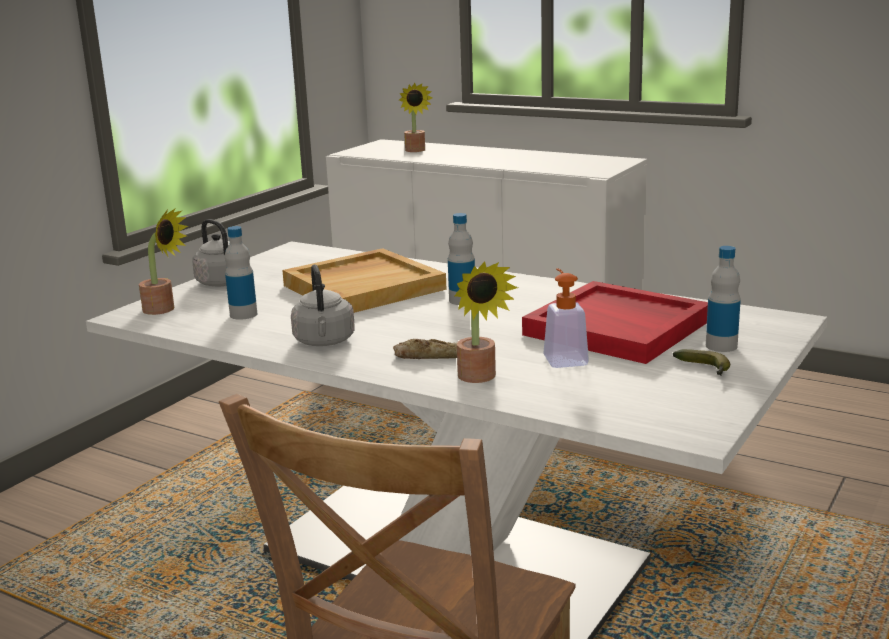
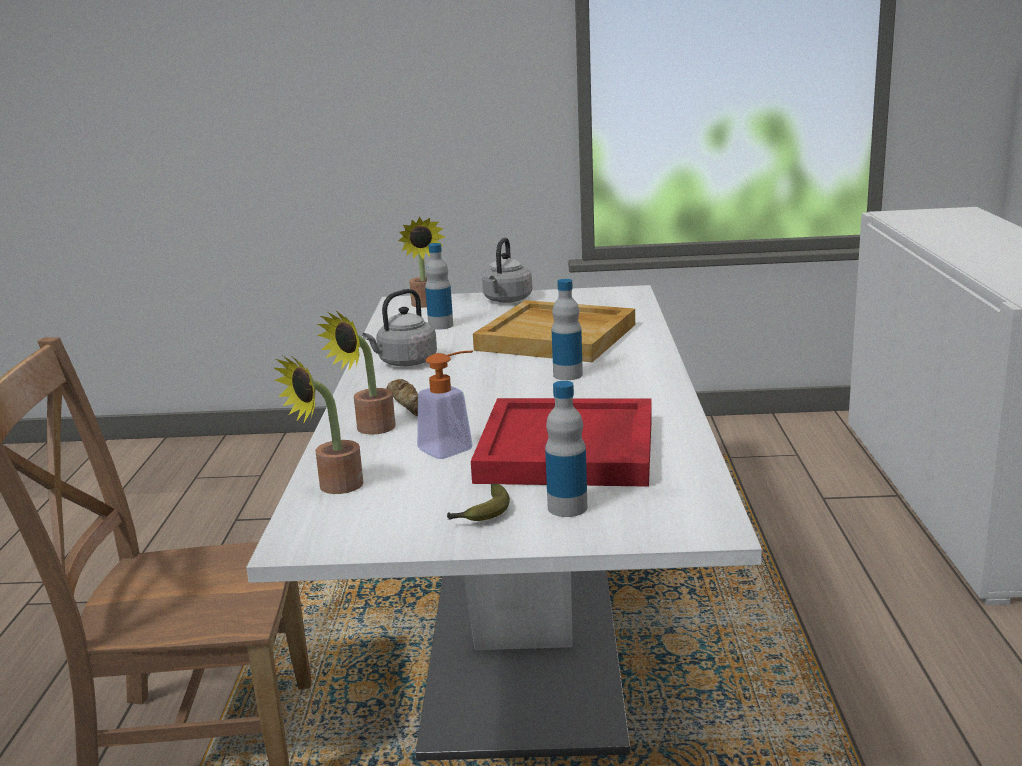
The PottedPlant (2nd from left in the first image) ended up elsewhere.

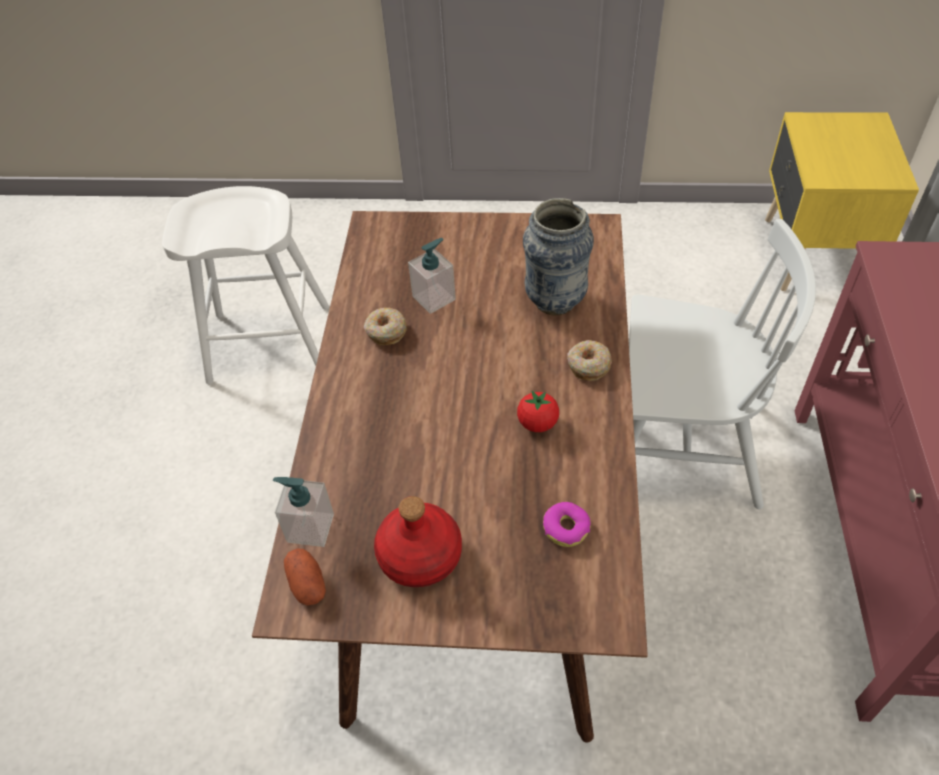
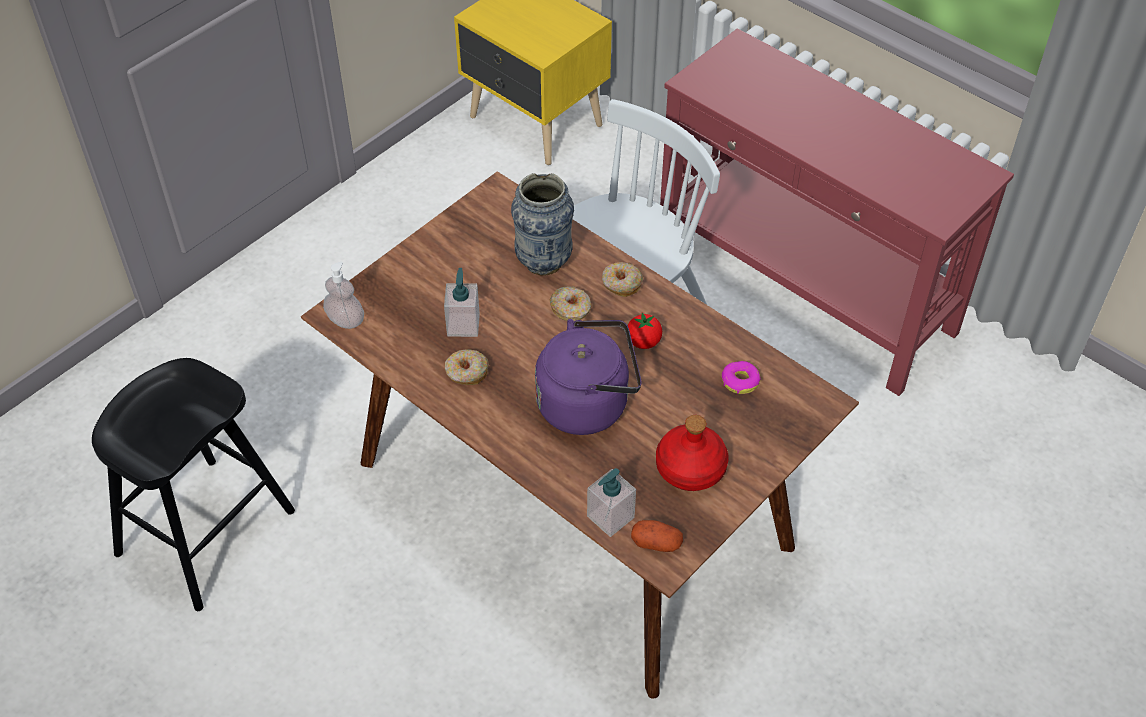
The second view gained the SoapDispenser (1st from left).
The second view gained the PurpleKettle.
The second view gained the Donut (2nd from left).
What was the WhiteStool turned into the BlackStool.

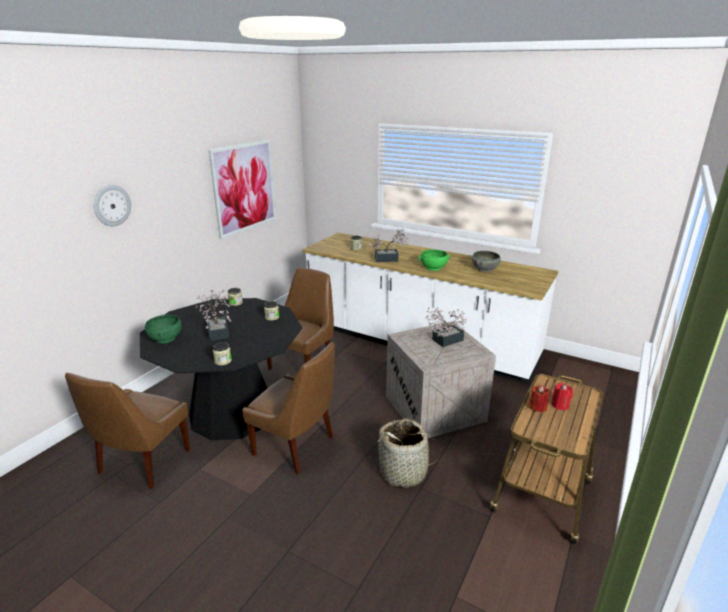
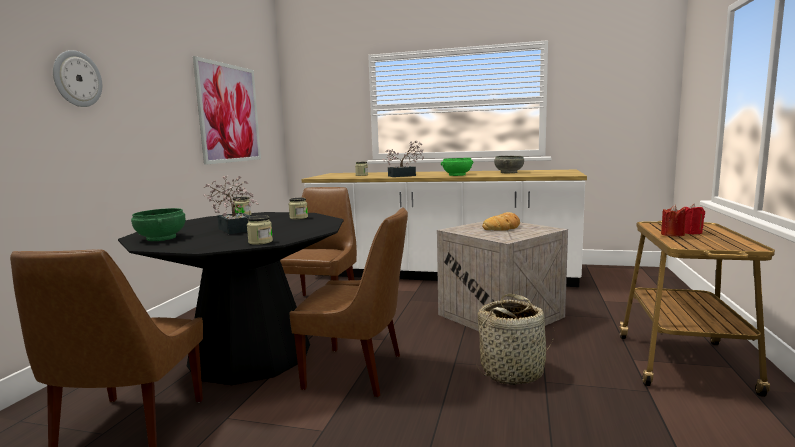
Where the PottedPlant (3rd from left) stood, the Bread came to stand.

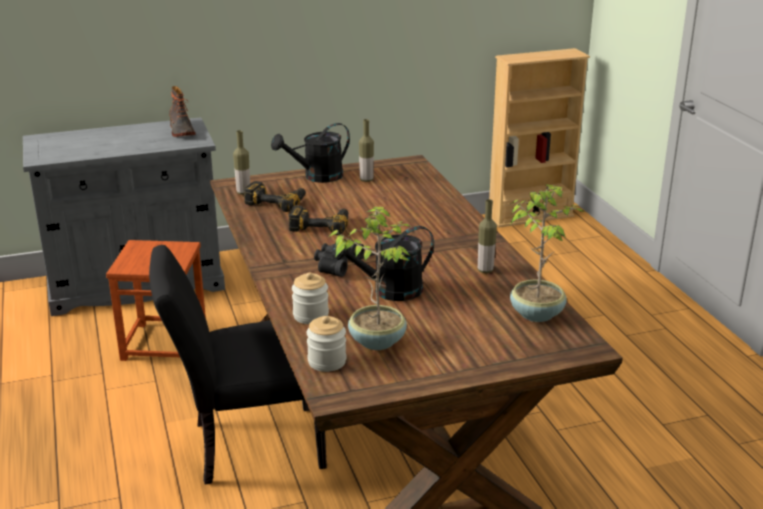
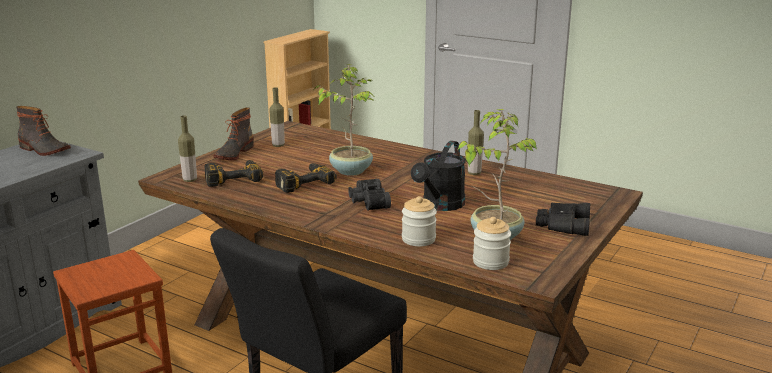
The second view gained the BlackBinoculars (2nd from left).
The PottedPlant (2nd from left in the first image) ended up elsewhere.
Where the BlackWateringCan (1st from left) stood, the Boot (2nd from left) came to stand.

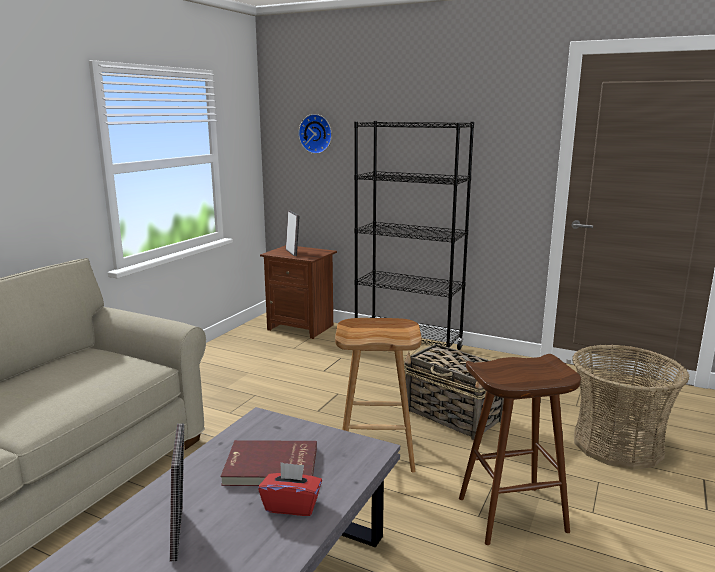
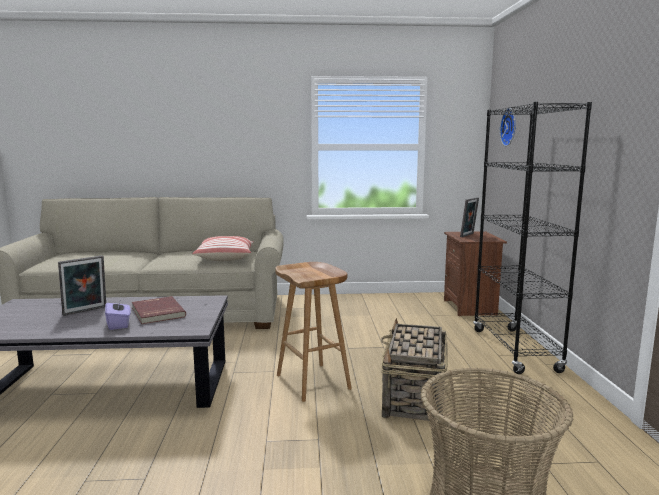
The second view lost the BrownStool (2nd from left).
The second view gained the Pillow.
What was the RedTissueBox turned into the PurpleTissueBox.

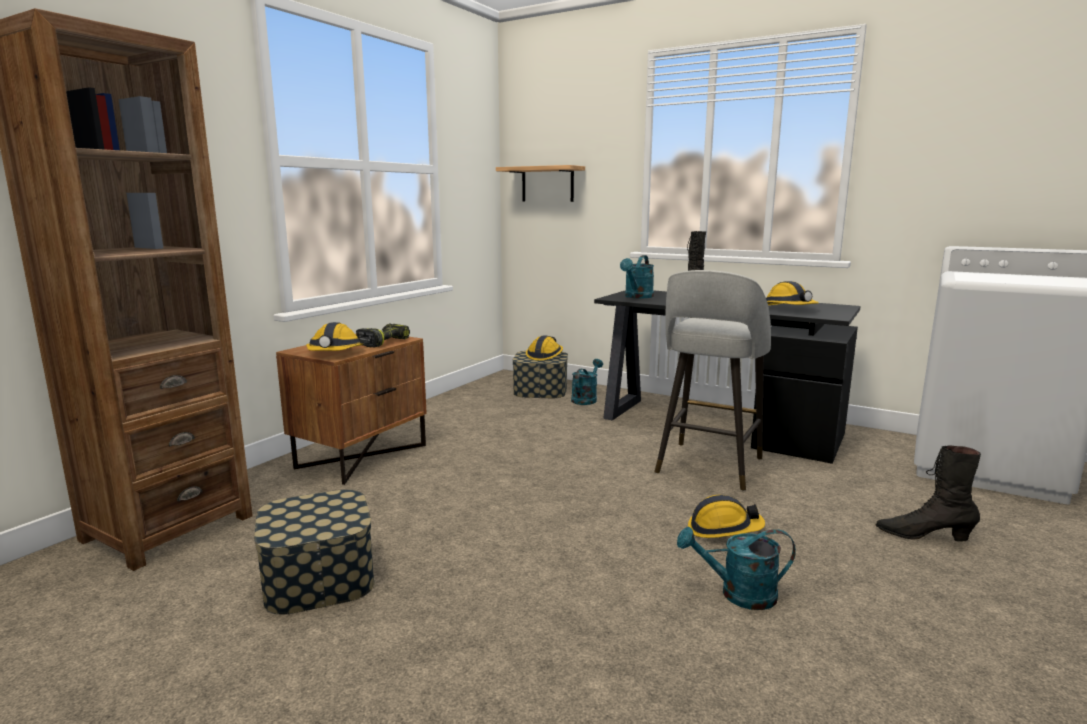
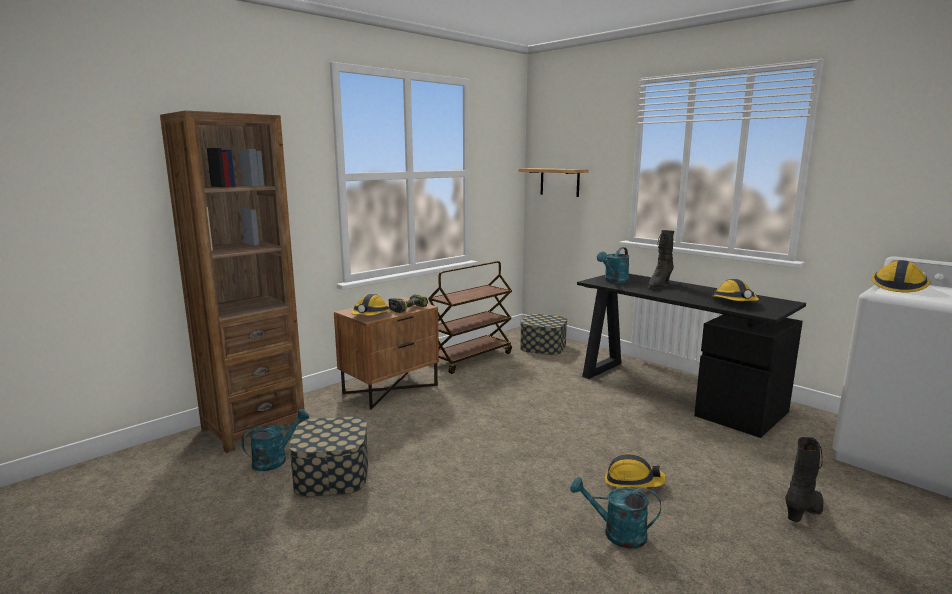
The second view lost the GreyStool.
The second view gained the BrownCart.
The HardHat (2nd from left in the first image) ended up elsewhere.
The TurquoiseWateringCan (1st from left) ended up elsewhere.
The BlackBoot (2nd from left) ended up facing another way, 105 degrees clockwise from before.

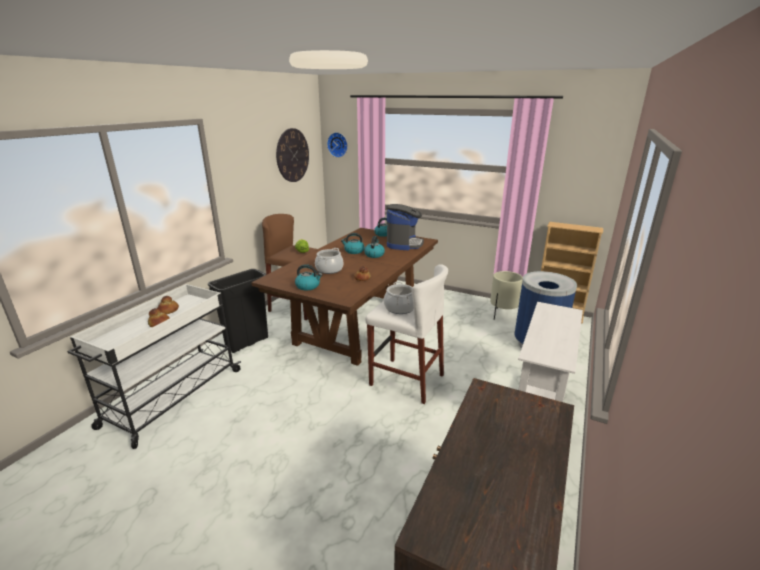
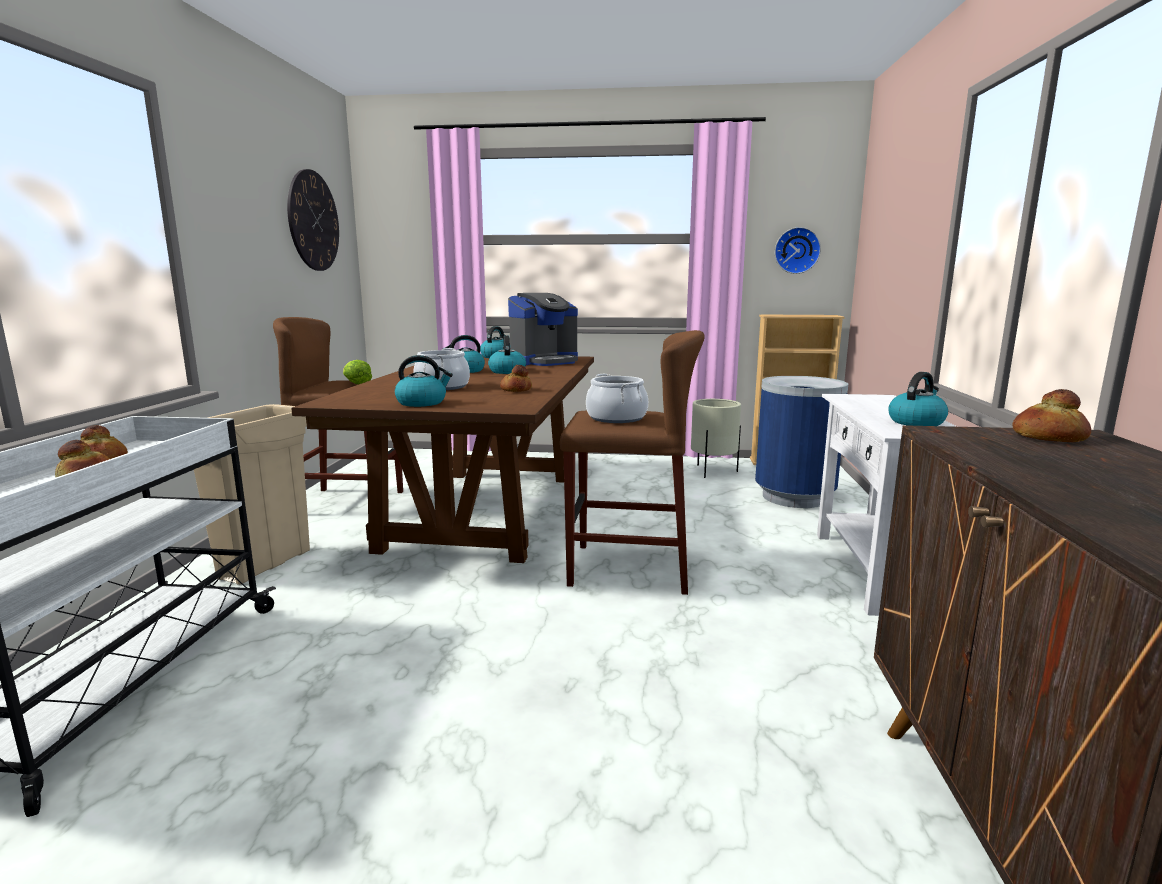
The second view gained the Kettle (5th from left).
The second view gained the Bread (4th from left).
The WallClock (2nd from left) ended up elsewhere.
What was the BlackTrashCan turned into the BeigeTrashCan.
What was the WhiteStool turned into the BrownStool (2nd from left).
The CoffeeMachine ended up facing another way, 60 degrees clockwise from before.

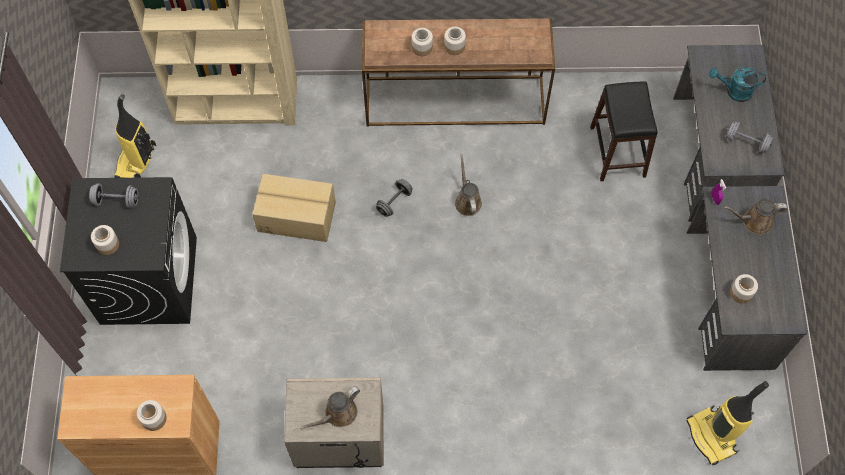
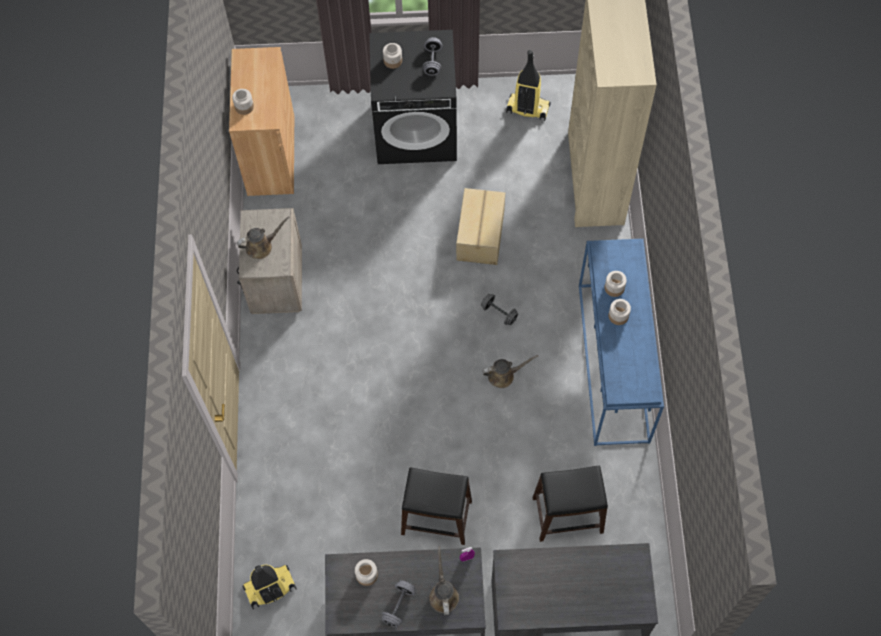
The second view lost the TurquoiseWateringCan.
The second view gained the BlackStool (1st from left).
The GreyDumbbell (3rd from left in the first image) ended up elsewhere.
What was the BrownConsoleTable turned into the BlueConsoleTable.
The BrownWateringCan (1st from left) ended up facing another way, 105 degrees clockwise from before.

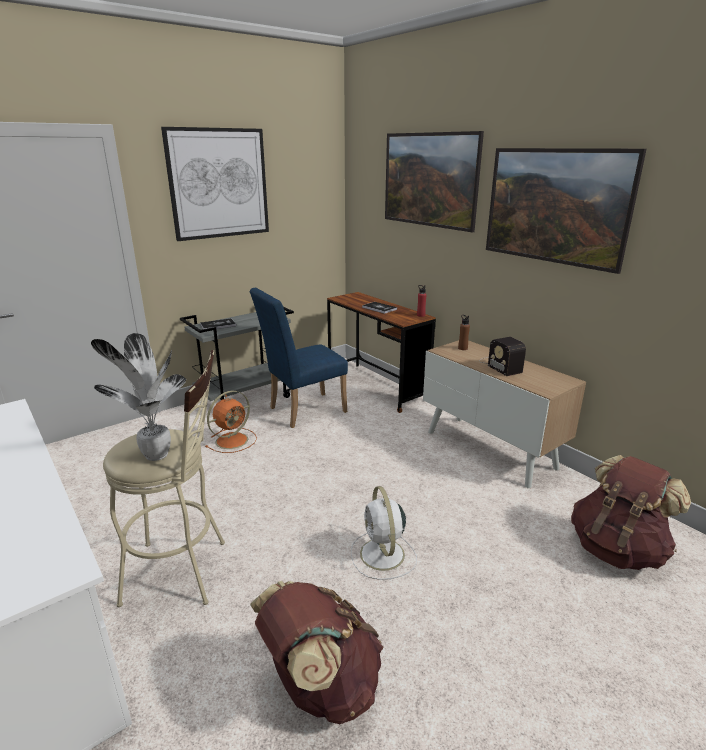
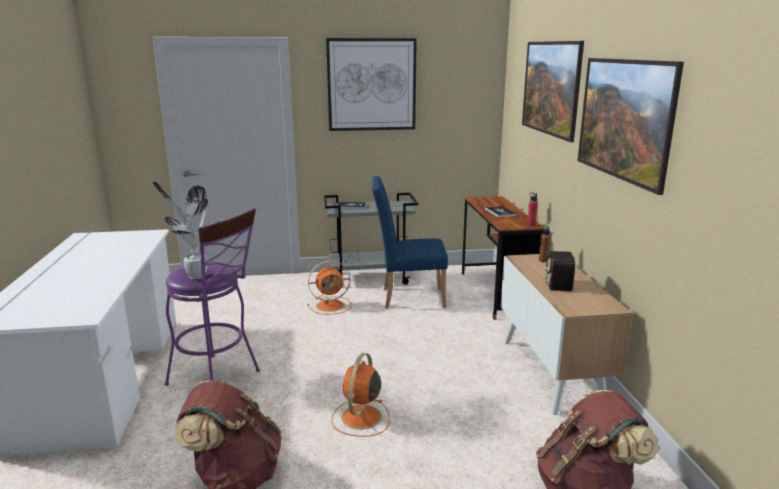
What was the BeigeStool turned into the PurpleStool.
What was the WhiteFan turned into the OrangeFan (2nd from left).

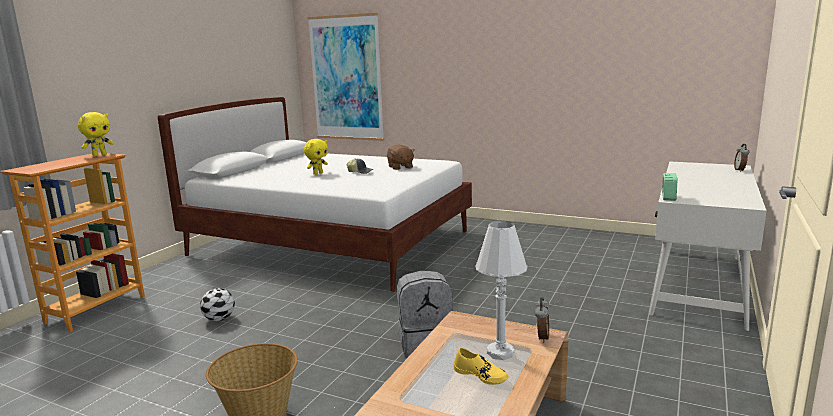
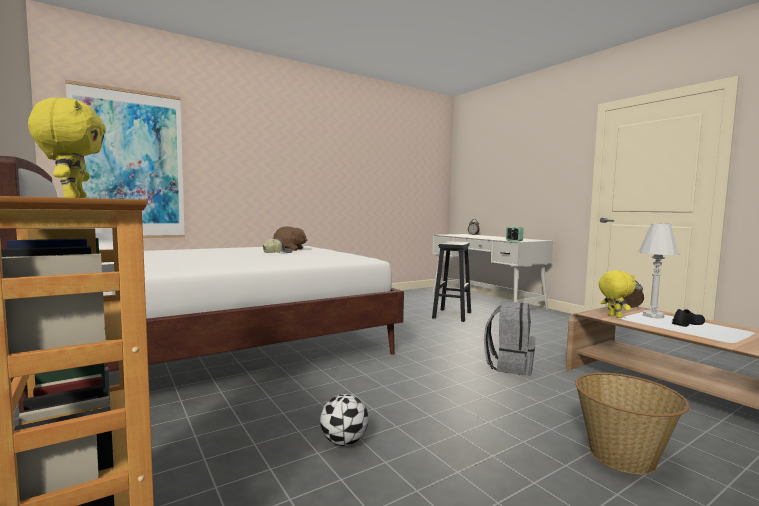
The second view gained the BlackStool.
The YellowPlushToy (2nd from left) ended up elsewhere.
What was the YellowShoe turned into the BlackShoe.

